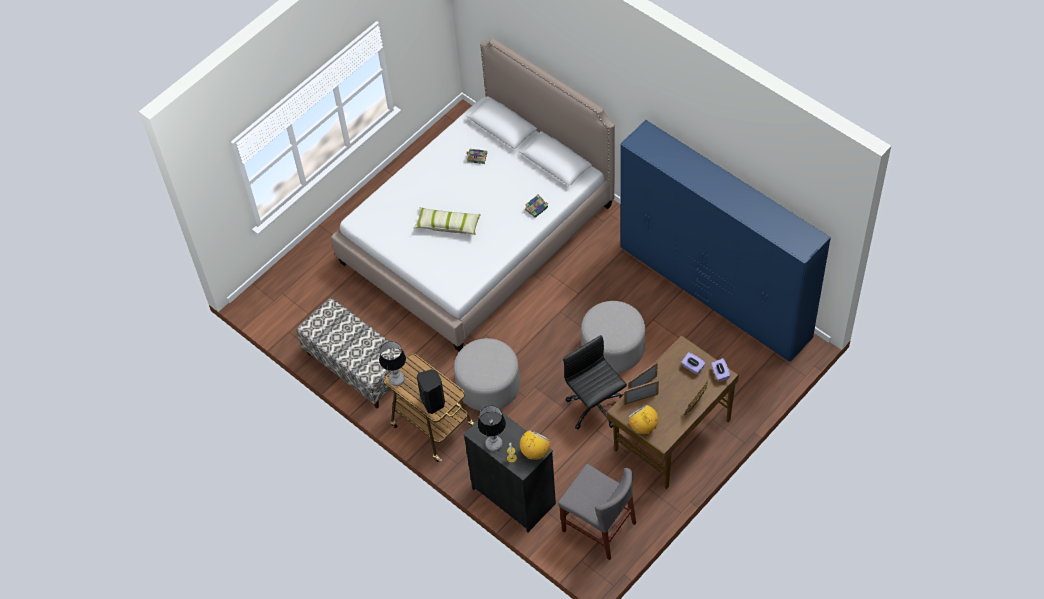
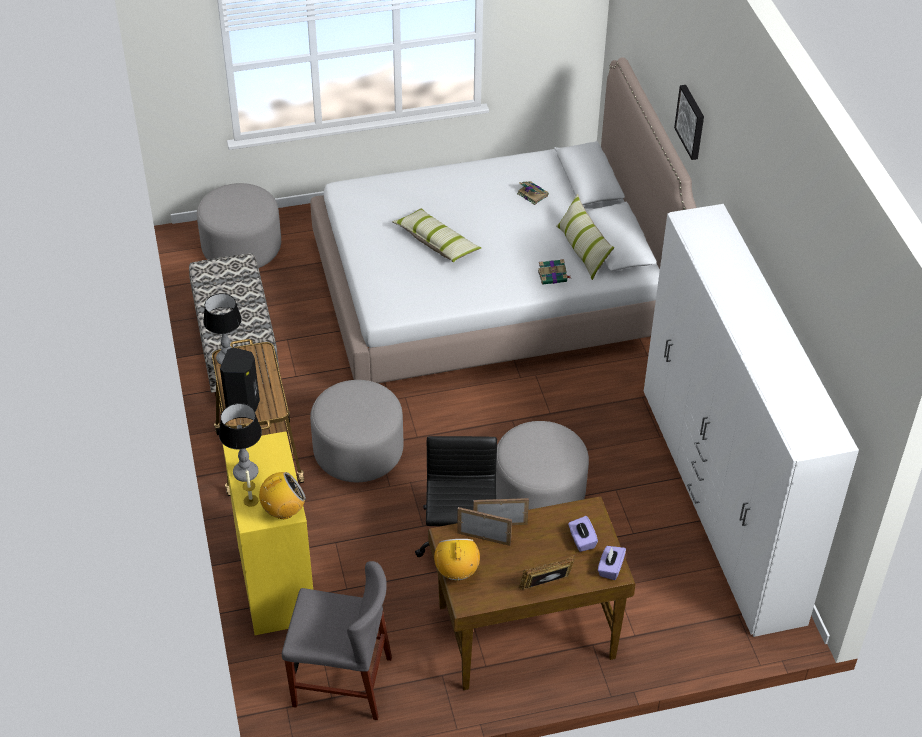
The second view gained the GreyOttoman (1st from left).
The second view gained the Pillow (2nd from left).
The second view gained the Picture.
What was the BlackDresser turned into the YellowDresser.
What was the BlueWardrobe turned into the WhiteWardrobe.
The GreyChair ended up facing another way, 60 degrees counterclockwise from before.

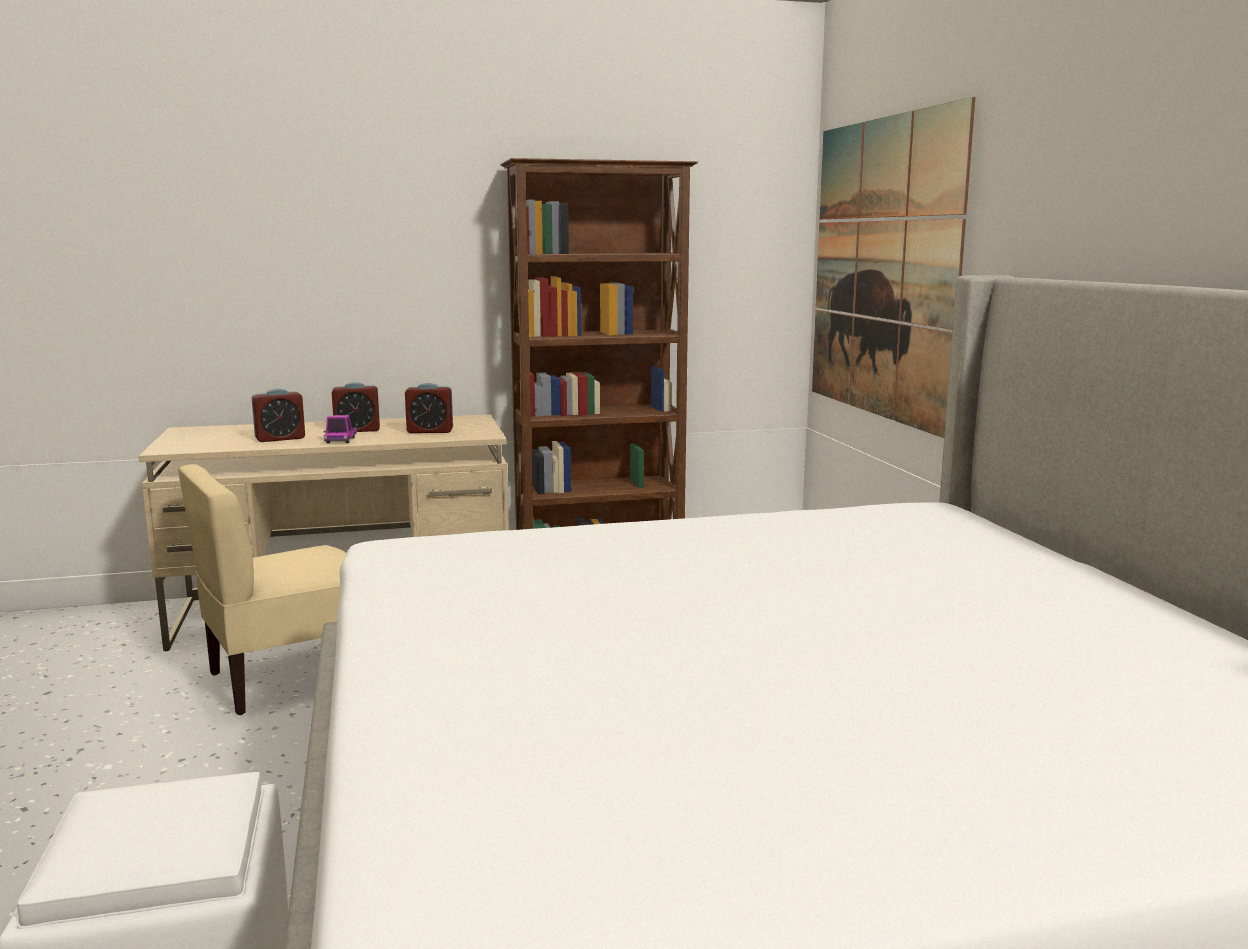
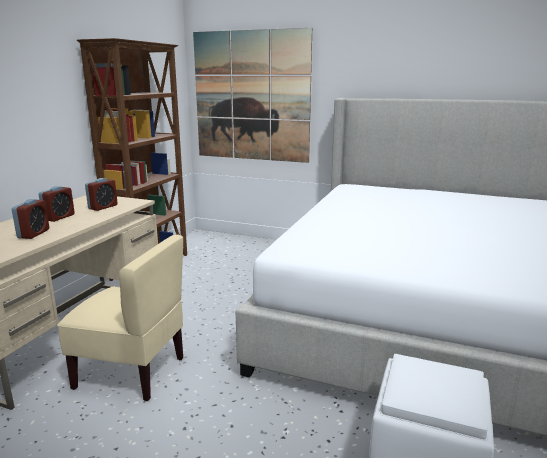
The second view lost the ToyTruck.
The BeigeChair ended up facing another way, 75 degrees counterclockwise from before.

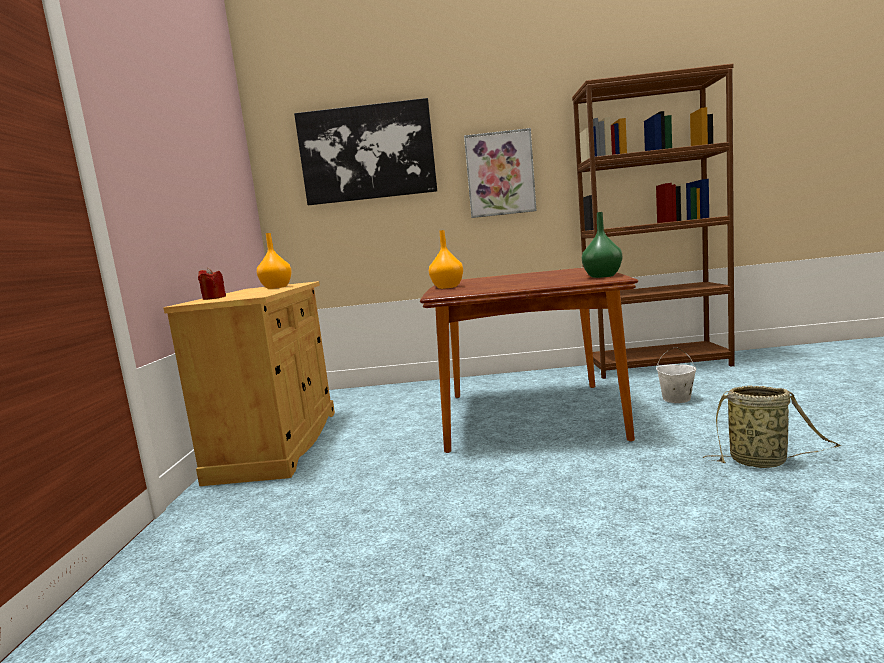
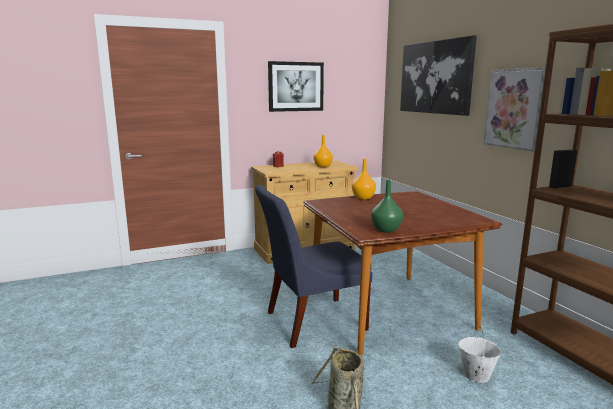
The second view gained the BlueChair.
The second view gained the Picture (1st from left).

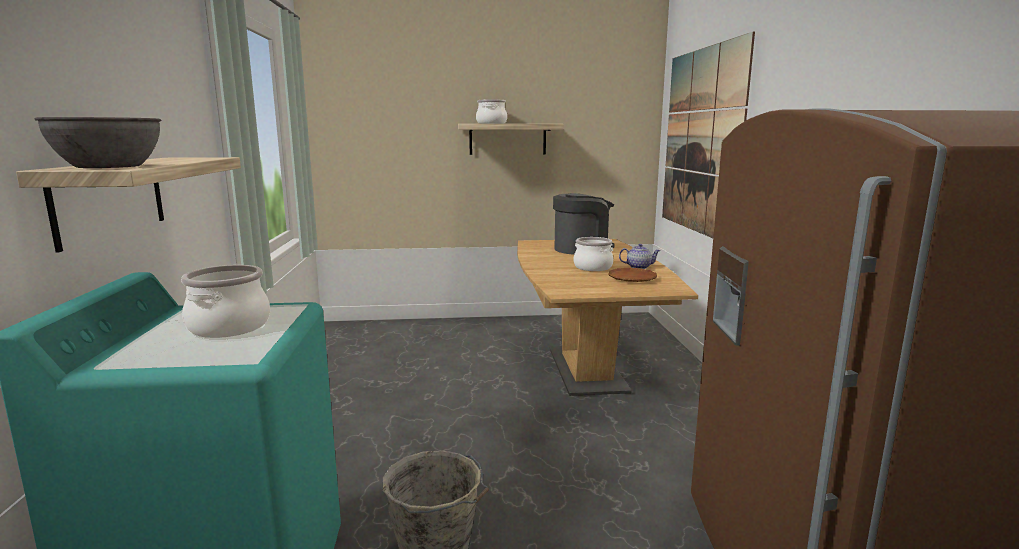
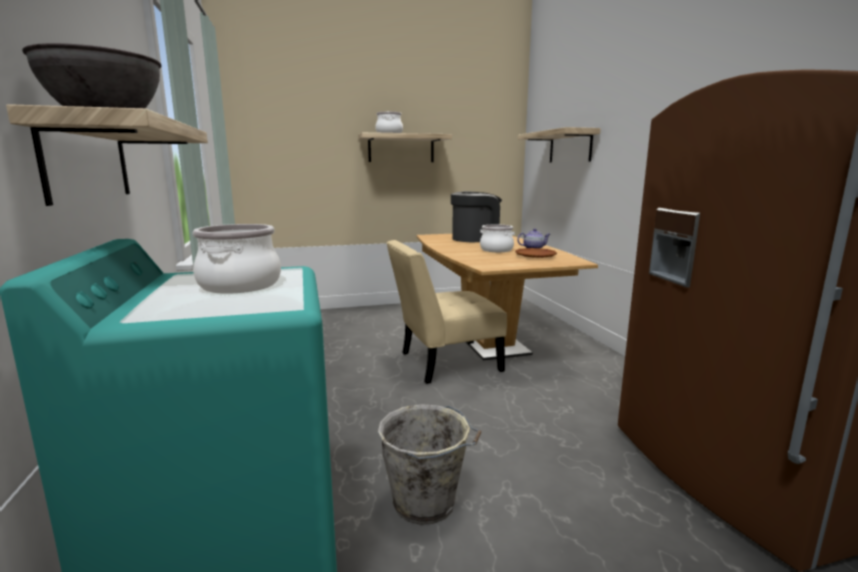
The second view gained the BeigeChair.
Where the Picture hung, the Shelf (3rd from left) came to hang.

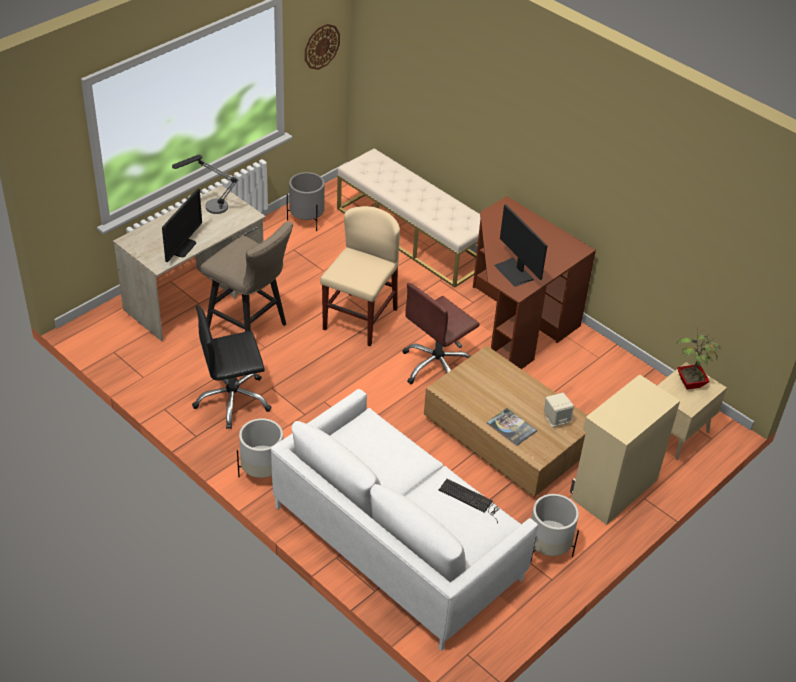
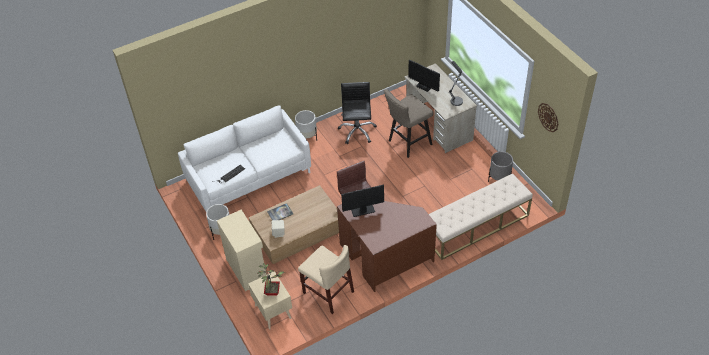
The BeigeChair ended up elsewhere.

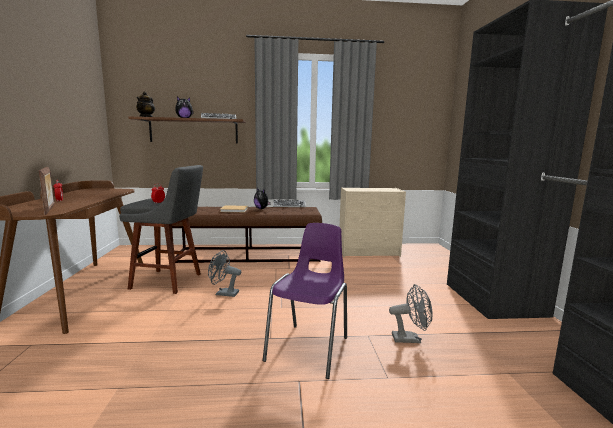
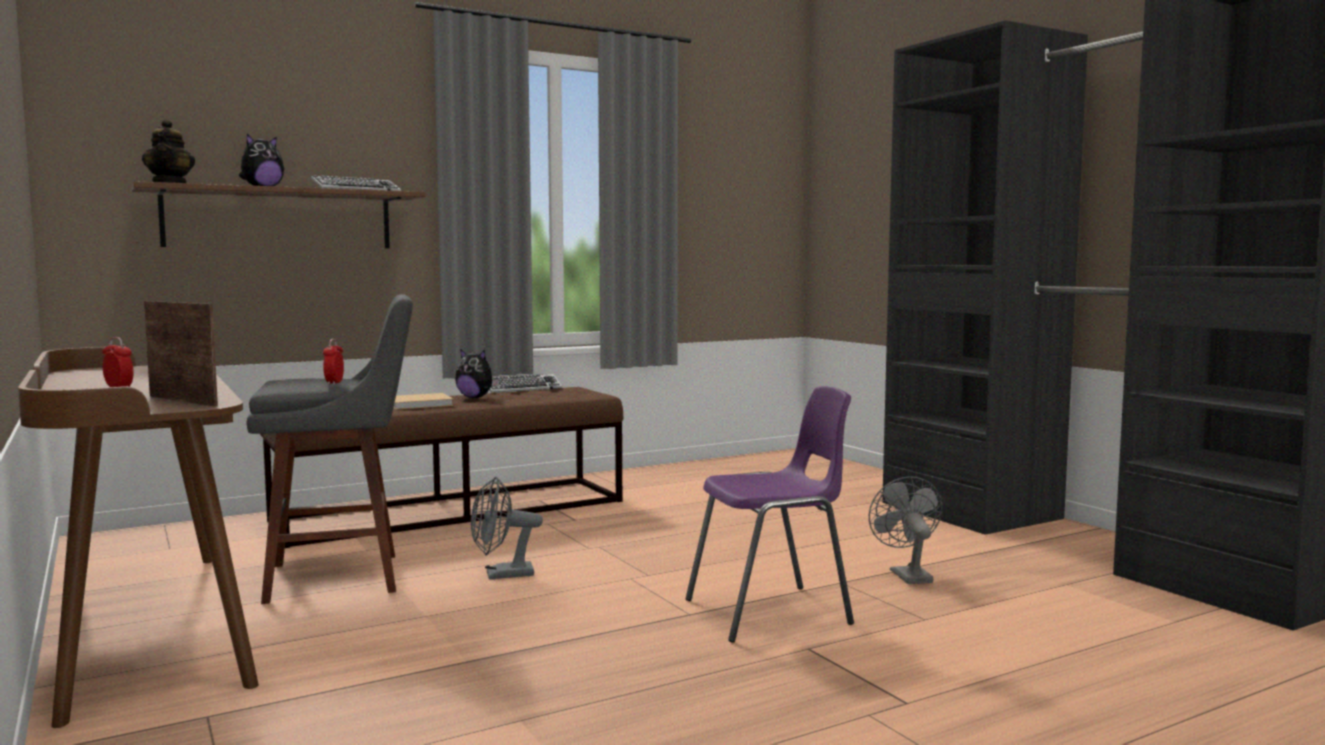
The second view lost the BeigeDresser.
The PurpleChair ended up facing another way, 75 degrees clockwise from before.
The GreyFan (2nd from left) ended up facing another way, 75 degrees counterclockwise from before.

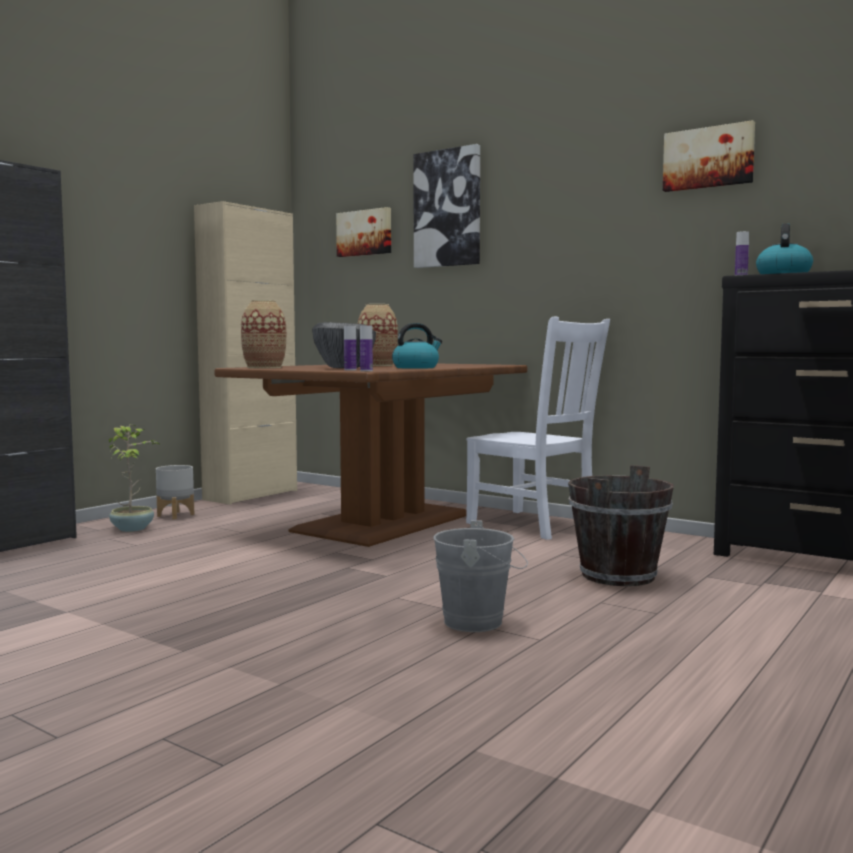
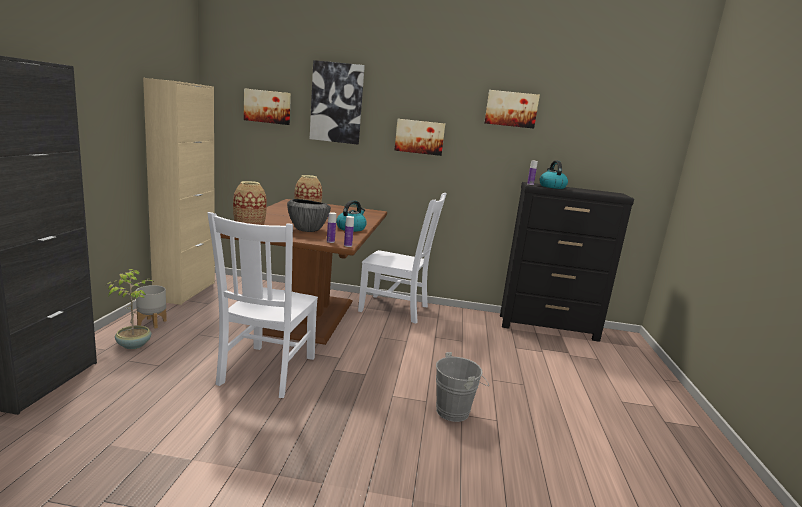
The second view lost the BrownBucket.
The second view gained the WhiteChair (1st from left).
The second view gained the Picture (3rd from left).

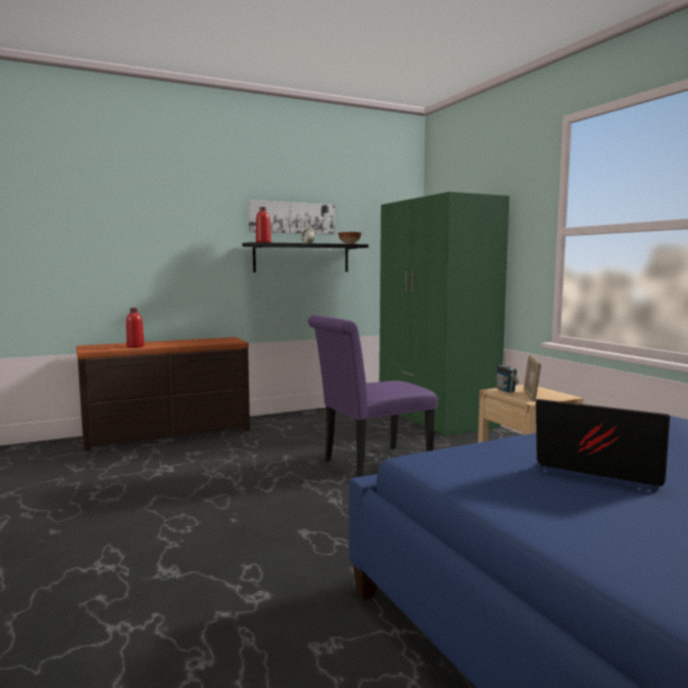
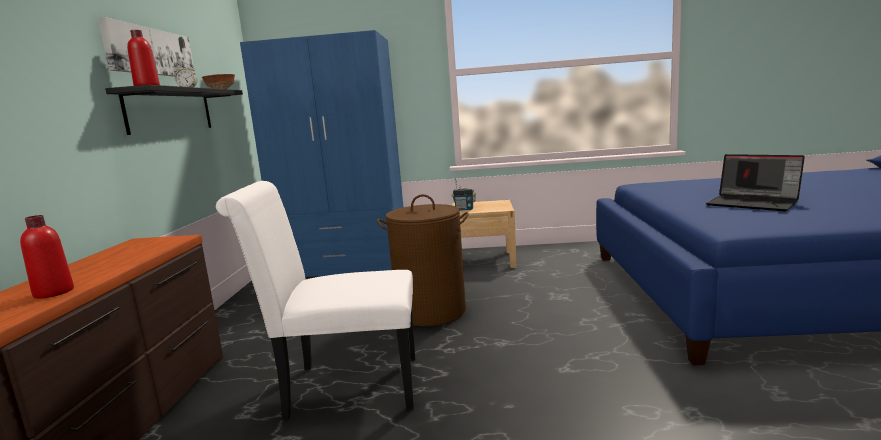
The second view lost the PictureFrame.
The second view gained the WhiteChair.
Where the PurpleChair stood, the BrownLaundryBasket came to stand.
What was the GreenWardrobe turned into the BlueWardrobe.
The Laptop ended up facing another way, 105 degrees counterclockwise from before.

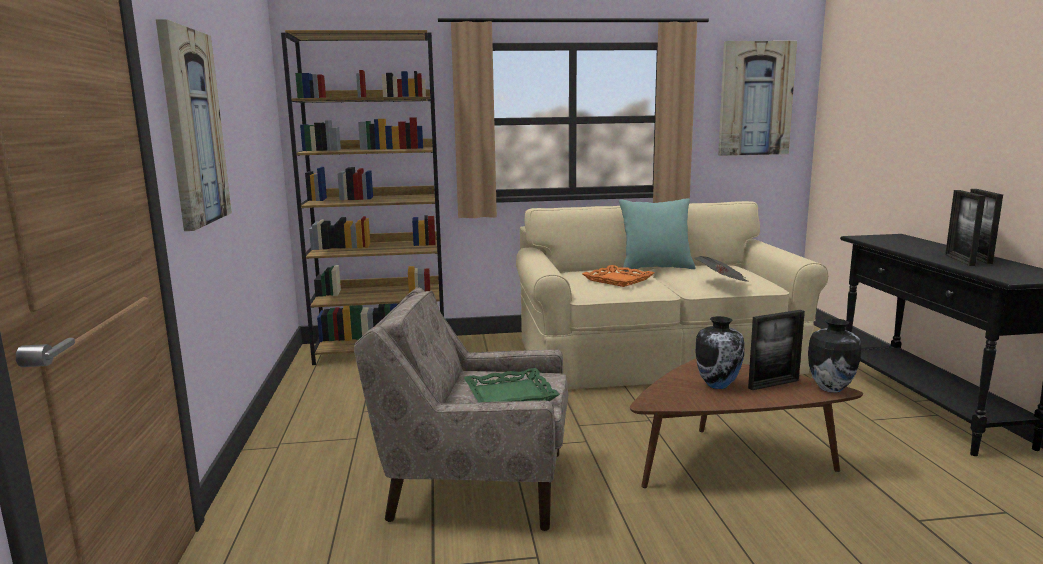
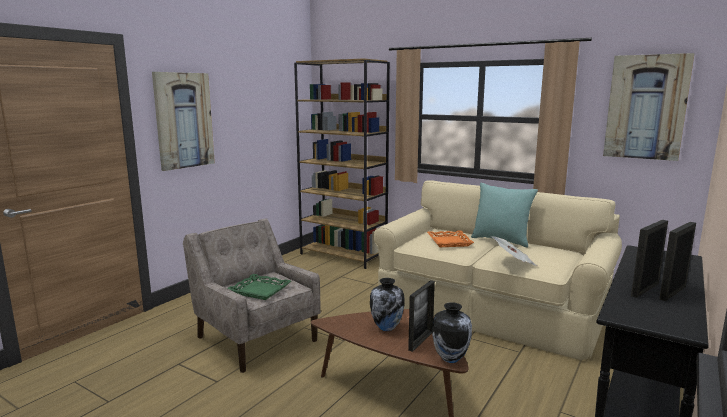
The PictureFrame (1st from left) ended up facing another way, 75 degrees counterclockwise from before.

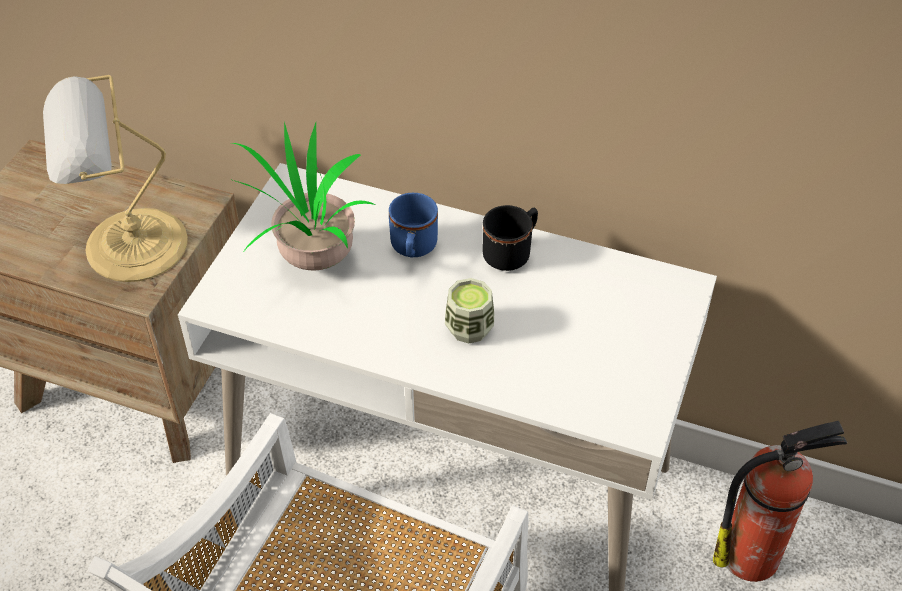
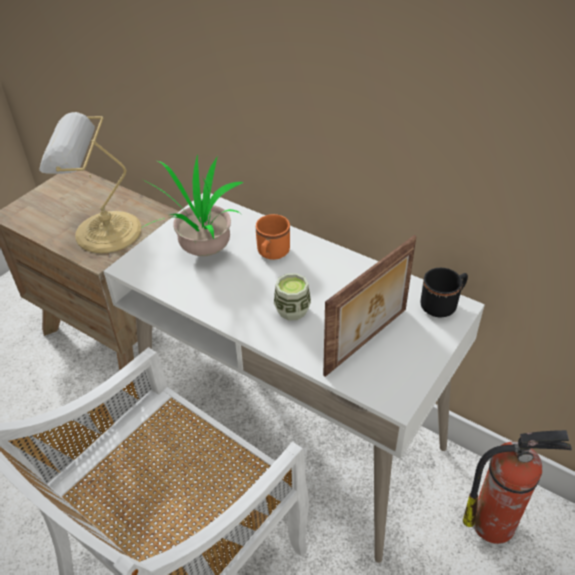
The second view gained the PictureFrame.
The BlackMug ended up elsewhere.
What was the BlueMug turned into the OrangeMug.

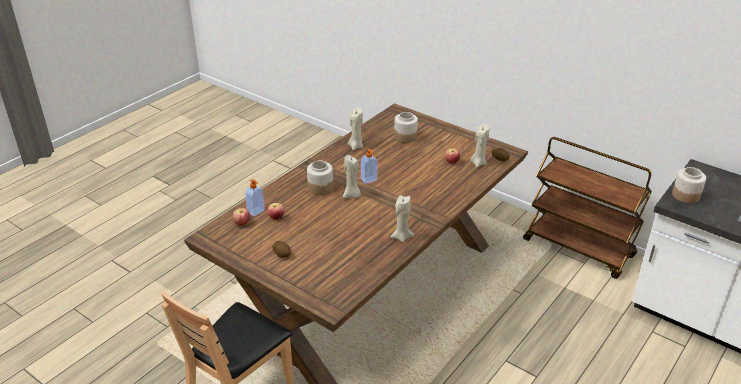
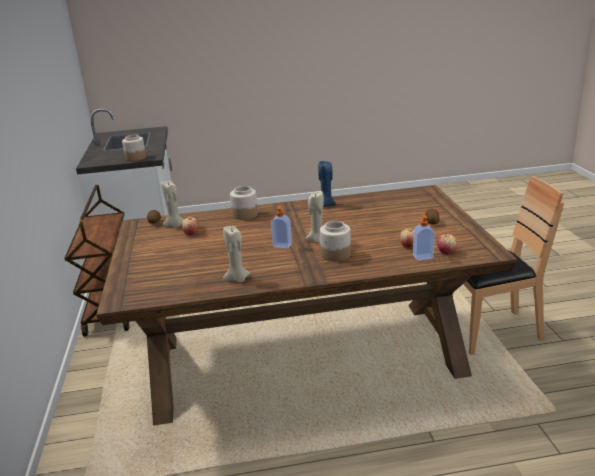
The Jar (2nd from left) ended up elsewhere.
What was the BeigeCandle (3rd from left) turned into the BlueCandle.

